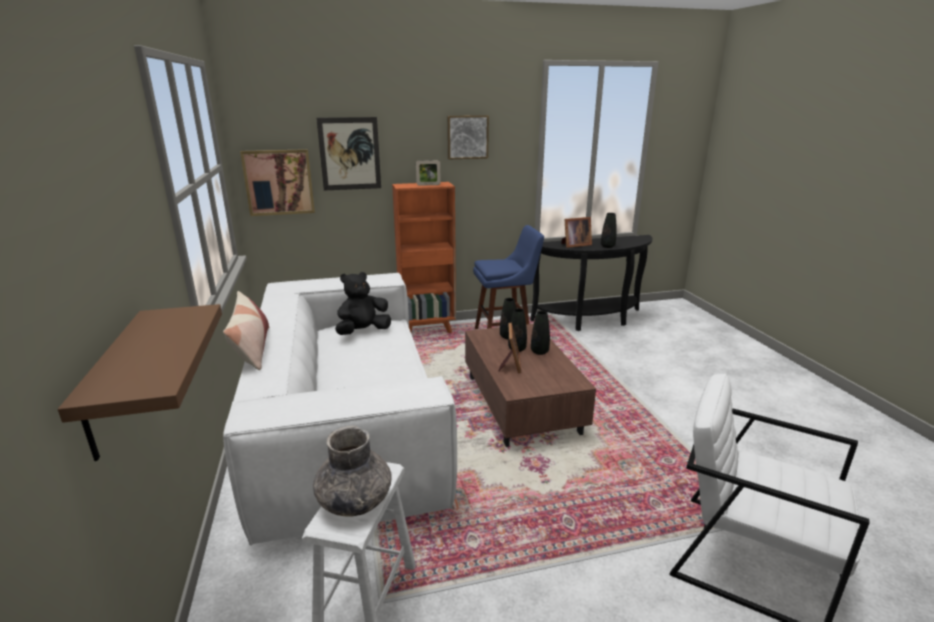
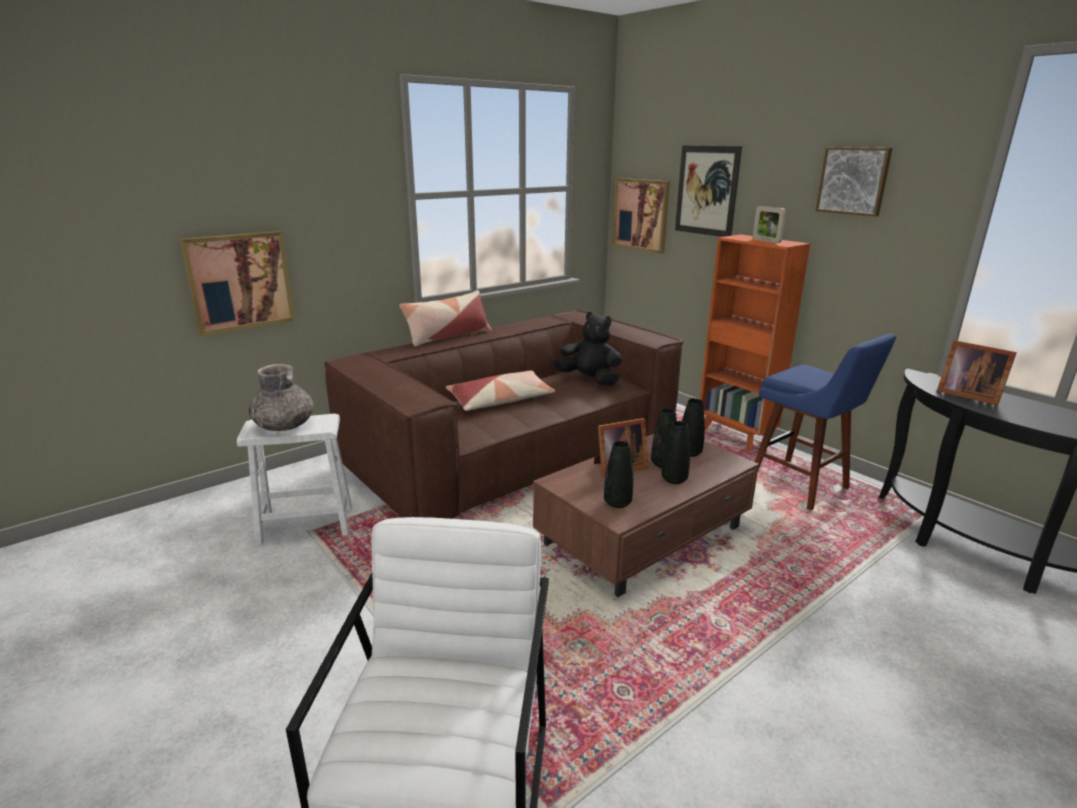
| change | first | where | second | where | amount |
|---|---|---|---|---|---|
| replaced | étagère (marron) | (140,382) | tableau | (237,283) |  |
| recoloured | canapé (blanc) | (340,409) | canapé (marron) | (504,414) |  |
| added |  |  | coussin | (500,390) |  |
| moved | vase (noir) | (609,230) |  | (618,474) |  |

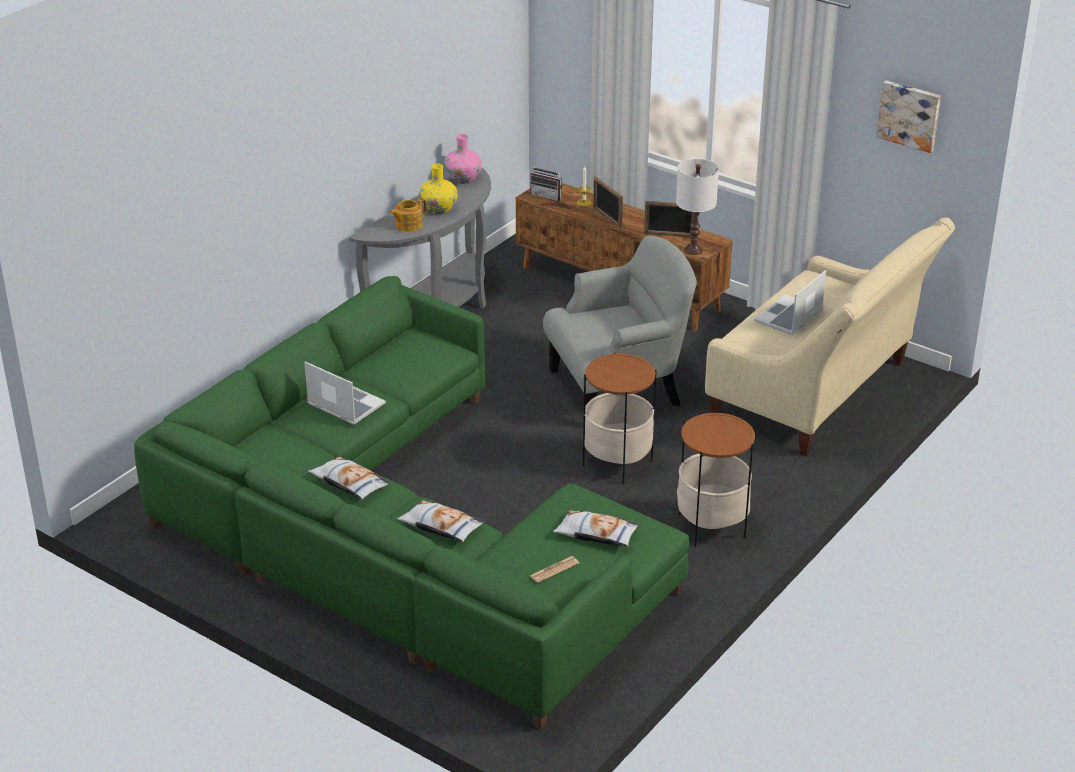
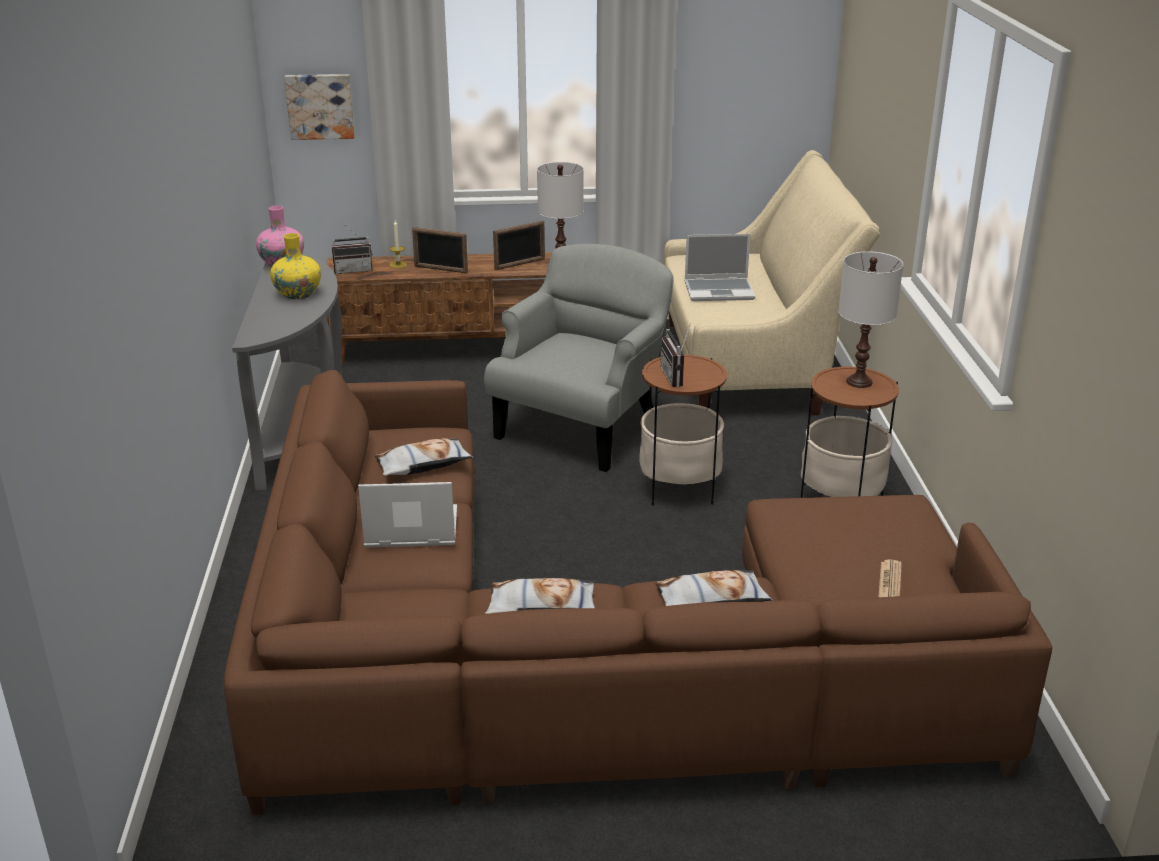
| change | first | where | second | where | amount |
|---|---|---|---|---|---|
| recoloured | canapé (vert) | (411,503) | canapé (marron) | (638,592) |  |
| moved | tableau | (908,116) |  | (319,107) |  |
| moved | coussin | (596,528) |  | (423,457) |  |
| added |  |  | radio | (676,355) |  |
| turned | ordinateur portable | (790,302) |  | (720,267) | 90 degrees counterclockwise |
| added |  |  | lampe de table (blanc) | (870,319) |  |
| removed | théière | (408,215) |  |  |  |

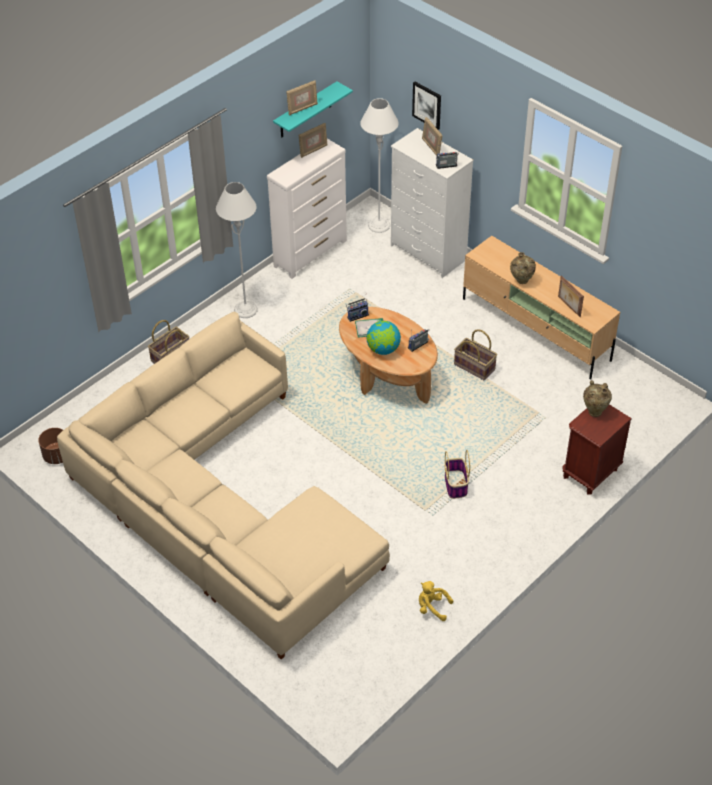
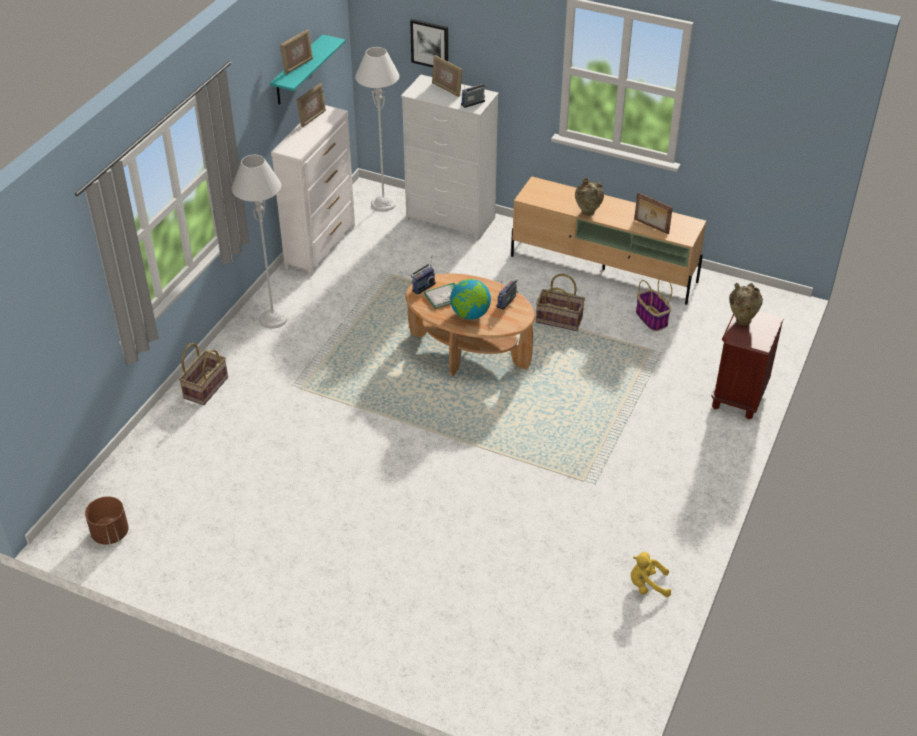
| change | first | where | second | where | amount |
|---|---|---|---|---|---|
| moved | panier | (457,474) |  | (654,302) |  |
| removed | canapé (beige) | (223,486) |  |  |  |

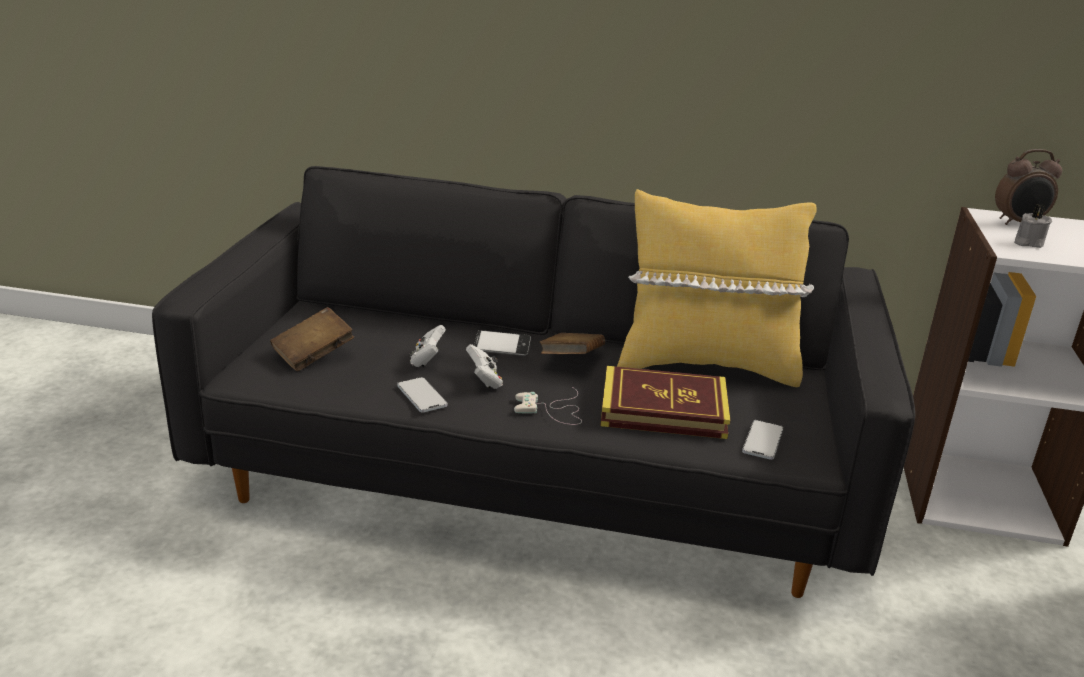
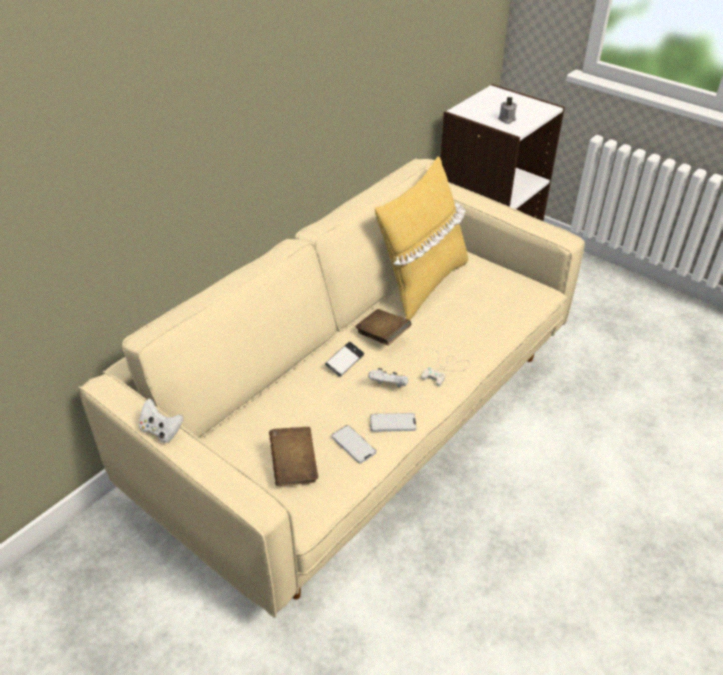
| change | first | where | second | where | amount |
|---|---|---|---|---|---|
| recoloured | canapé (noir) | (533,382) | canapé (beige) | (331,388) |  |
| moved | manette (blanc) | (427,346) |  | (161,421) |  |
| moved | téléphone | (762,440) |  | (353,444) |  |
| removed | livre | (665,402) |  |  |  |
| removed | réveil | (1028,187) |  |  |  |

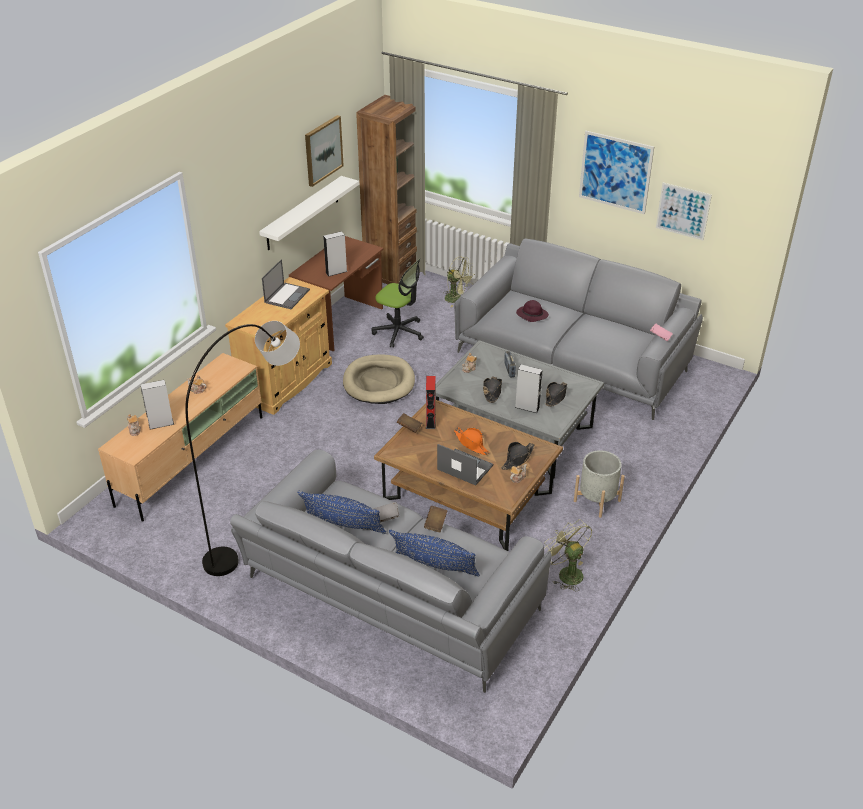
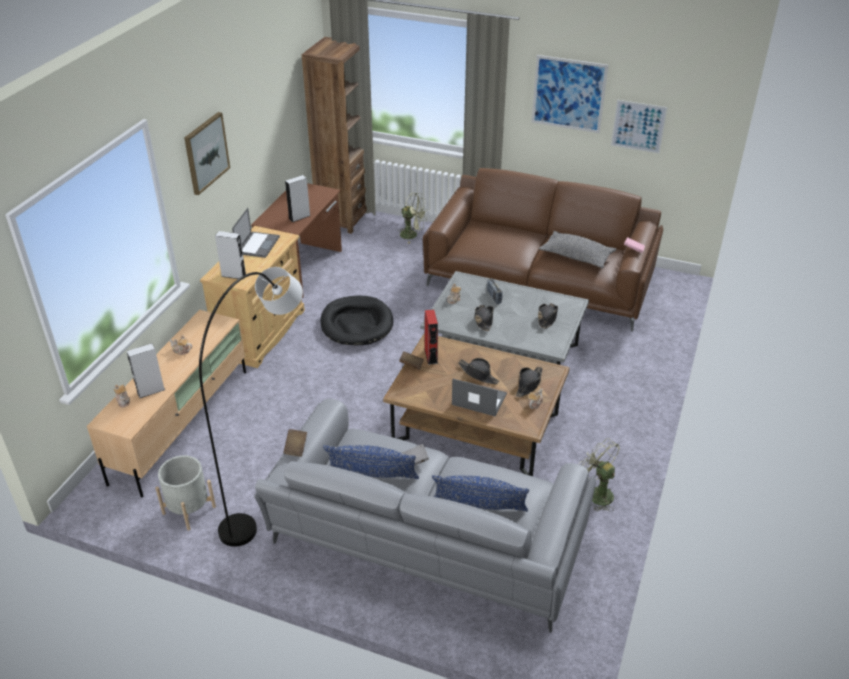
| change | first | where | second | where | amount |
|---|---|---|---|---|---|
| moved | cache-pot (gris) | (599,484) |  | (185,493) |  |
| moved | tableau | (324,151) |  | (207,153) |  |
| moved | enceinte (gris) | (528,389) |  | (230,255) |  |
| moved | livre (marron) | (436,519) |  | (295,443) |  |
| recoloured | panier pour chien (beige) | (379,379) | panier pour chien (noir) | (356,320) |  |
| recoloured | canapé (gris) | (578,329) | canapé (marron) | (543,250) |  |
| recoloured | chapeau (orange) | (471,441) | chapeau (noir) | (478,371) |  |
| added |  |  | coussin (gris) | (577,249) |  |
| removed | étagère (blanc) | (309,213) |  |  |  |
| removed | chaise de bureau | (398,303) |  |  |  |
| removed | chapeau (violet) | (532,311) |  |  |  |

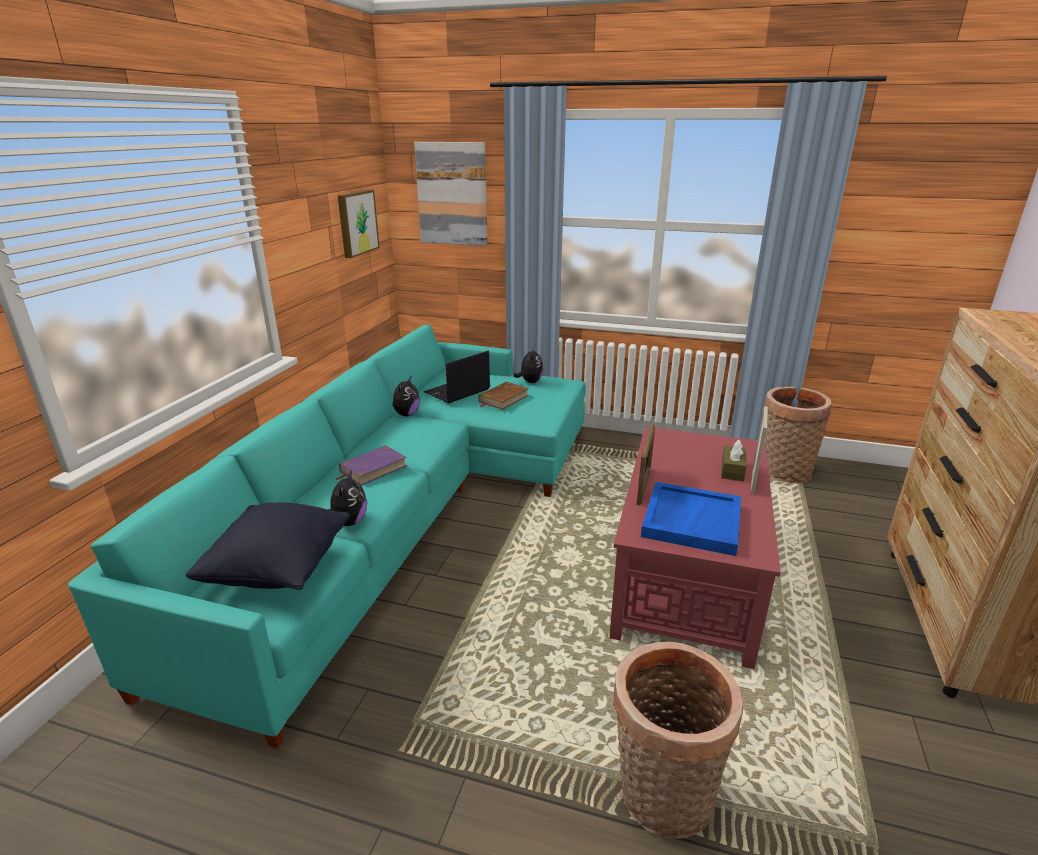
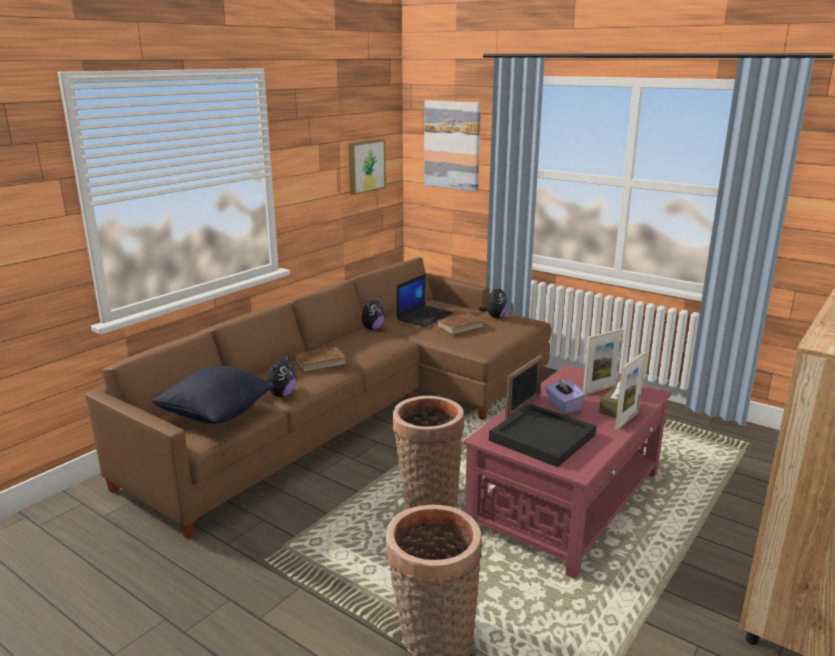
| change | first | where | second | where | amount |
|---|---|---|---|---|---|
| recoloured | canapé (turquoise) | (327,537) | canapé (marron) | (319,398) |  |
| recoloured | livre (violet) | (371,465) | livre (marron) | (319,360) |  |
| moved | panier | (798,434) |  | (428,452) |  |
| turned | ordinateur portable | (456,376) |  | (425,300) | 150 degrees clockwise |
| recoloured | plateau (bleu) | (691,519) | plateau (noir) | (542,435) |  |
| added |  |  | boîte à mouchoirs (violet) | (565,395) |  |
| added |  |  | cadre photo | (603,361) |  |

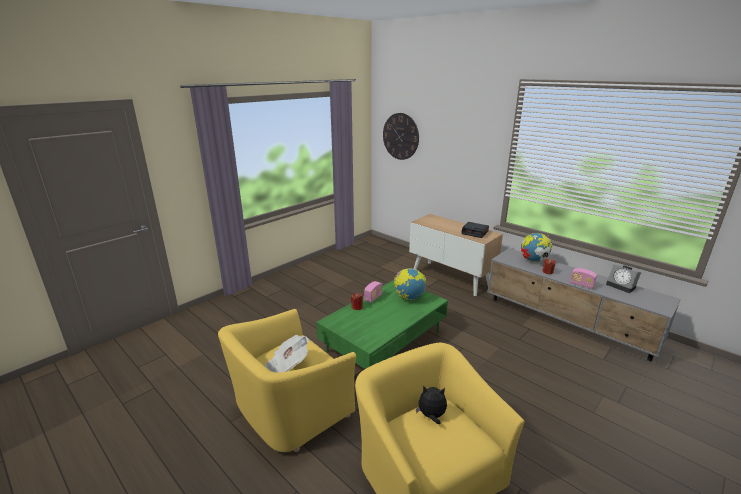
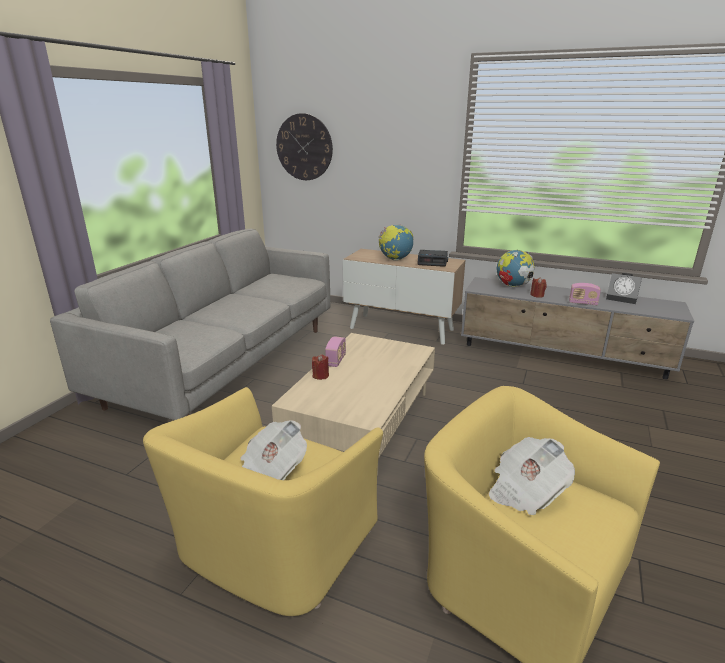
| change | first | where | second | where | amount |
|---|---|---|---|---|---|
| added |  |  | canapé (gris) | (190,324) |  |
| recoloured | table basse (vert) | (382,324) | table basse (beige) | (353,404) |  |
| moved | globe | (410,284) |  | (395,243) |  |
| replaced | peluche | (431,405) | journal | (532,476) |  |

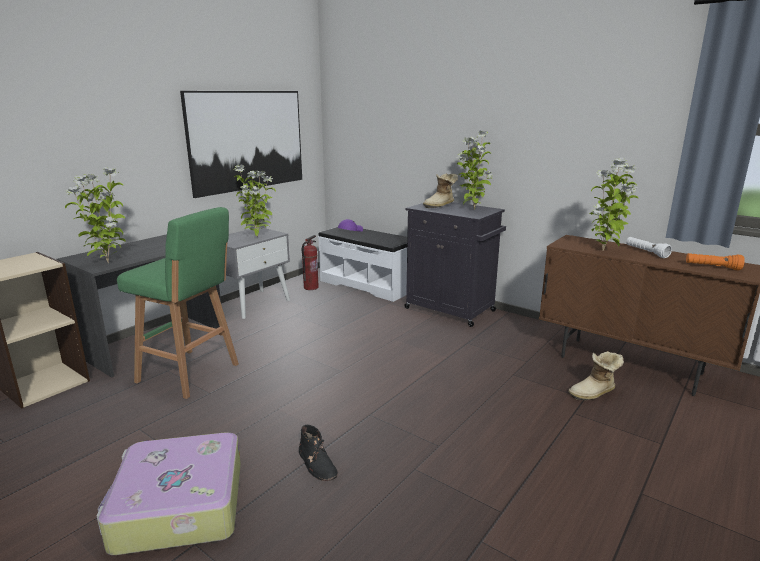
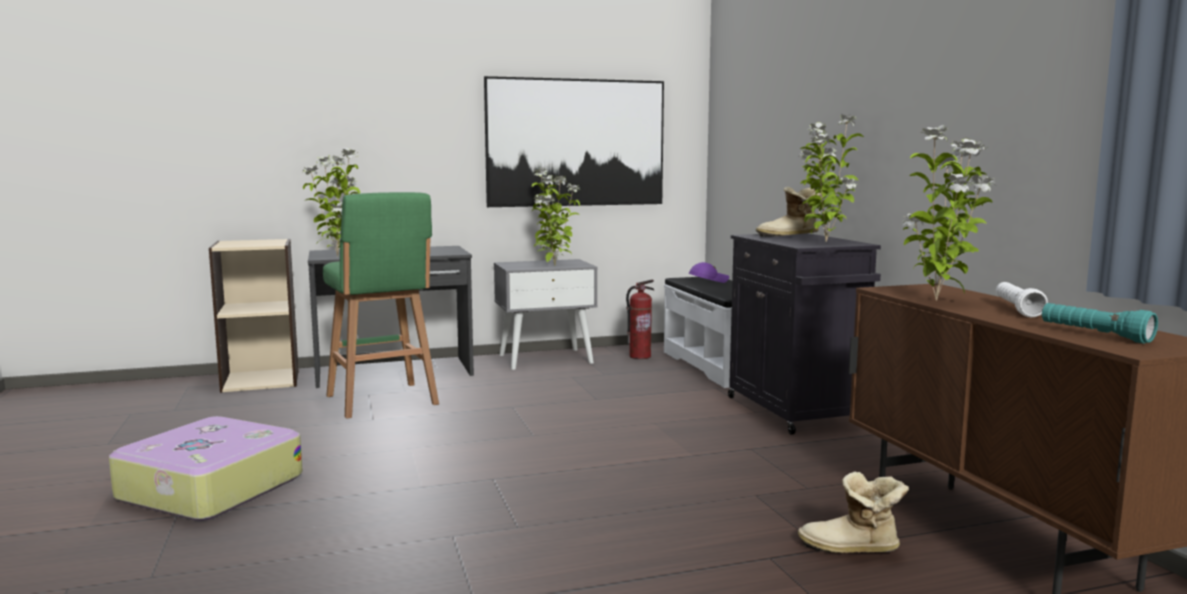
| change | first | where | second | where | amount |
|---|---|---|---|---|---|
| recoloured | lampe de poche (orange) | (715,261) | lampe de poche (turquoise) | (1100,323) |  |
| removed | botte (noir) | (318,453) |  |  |  |

